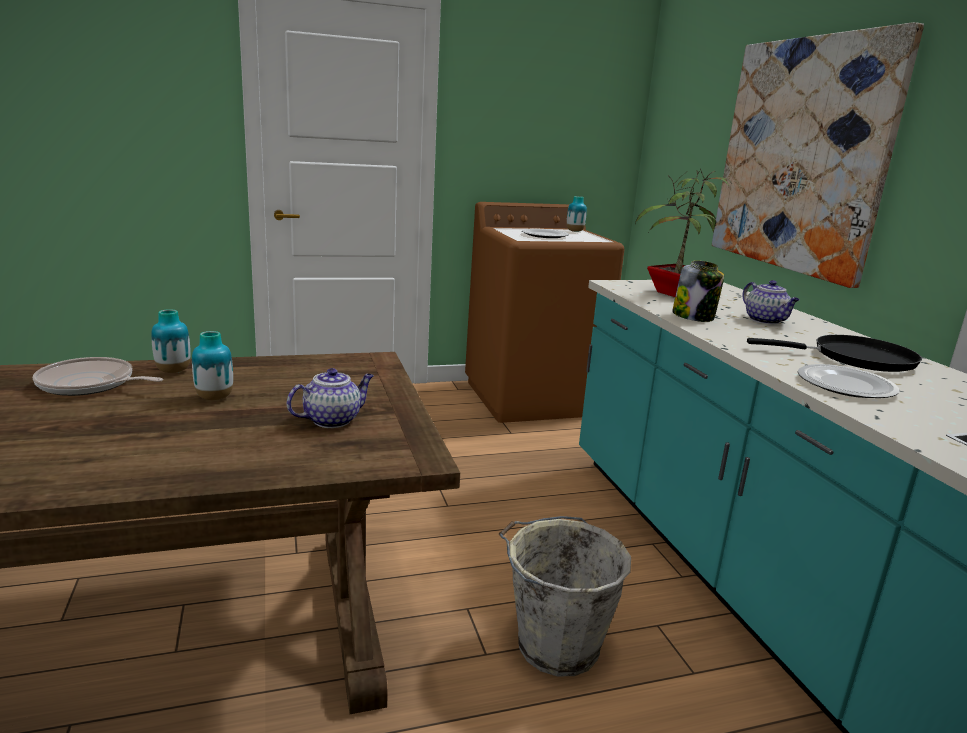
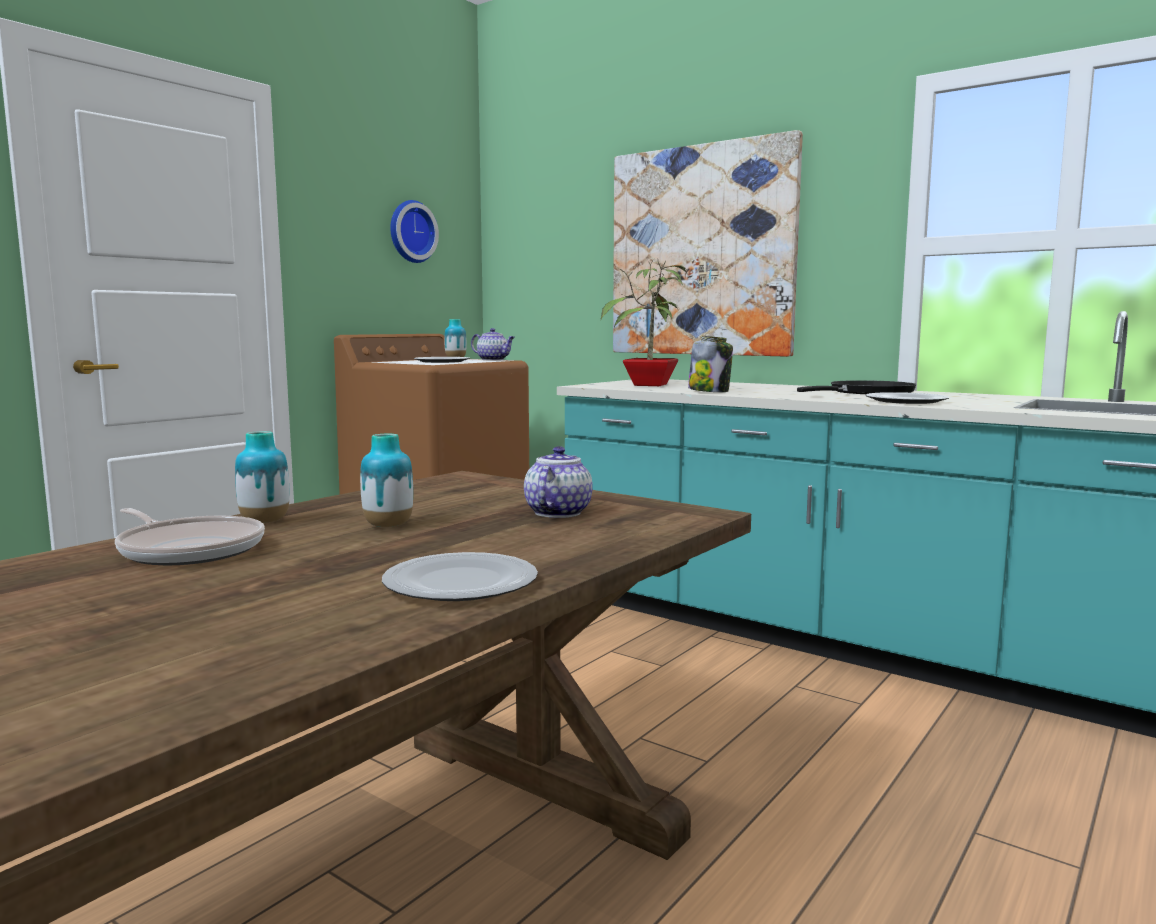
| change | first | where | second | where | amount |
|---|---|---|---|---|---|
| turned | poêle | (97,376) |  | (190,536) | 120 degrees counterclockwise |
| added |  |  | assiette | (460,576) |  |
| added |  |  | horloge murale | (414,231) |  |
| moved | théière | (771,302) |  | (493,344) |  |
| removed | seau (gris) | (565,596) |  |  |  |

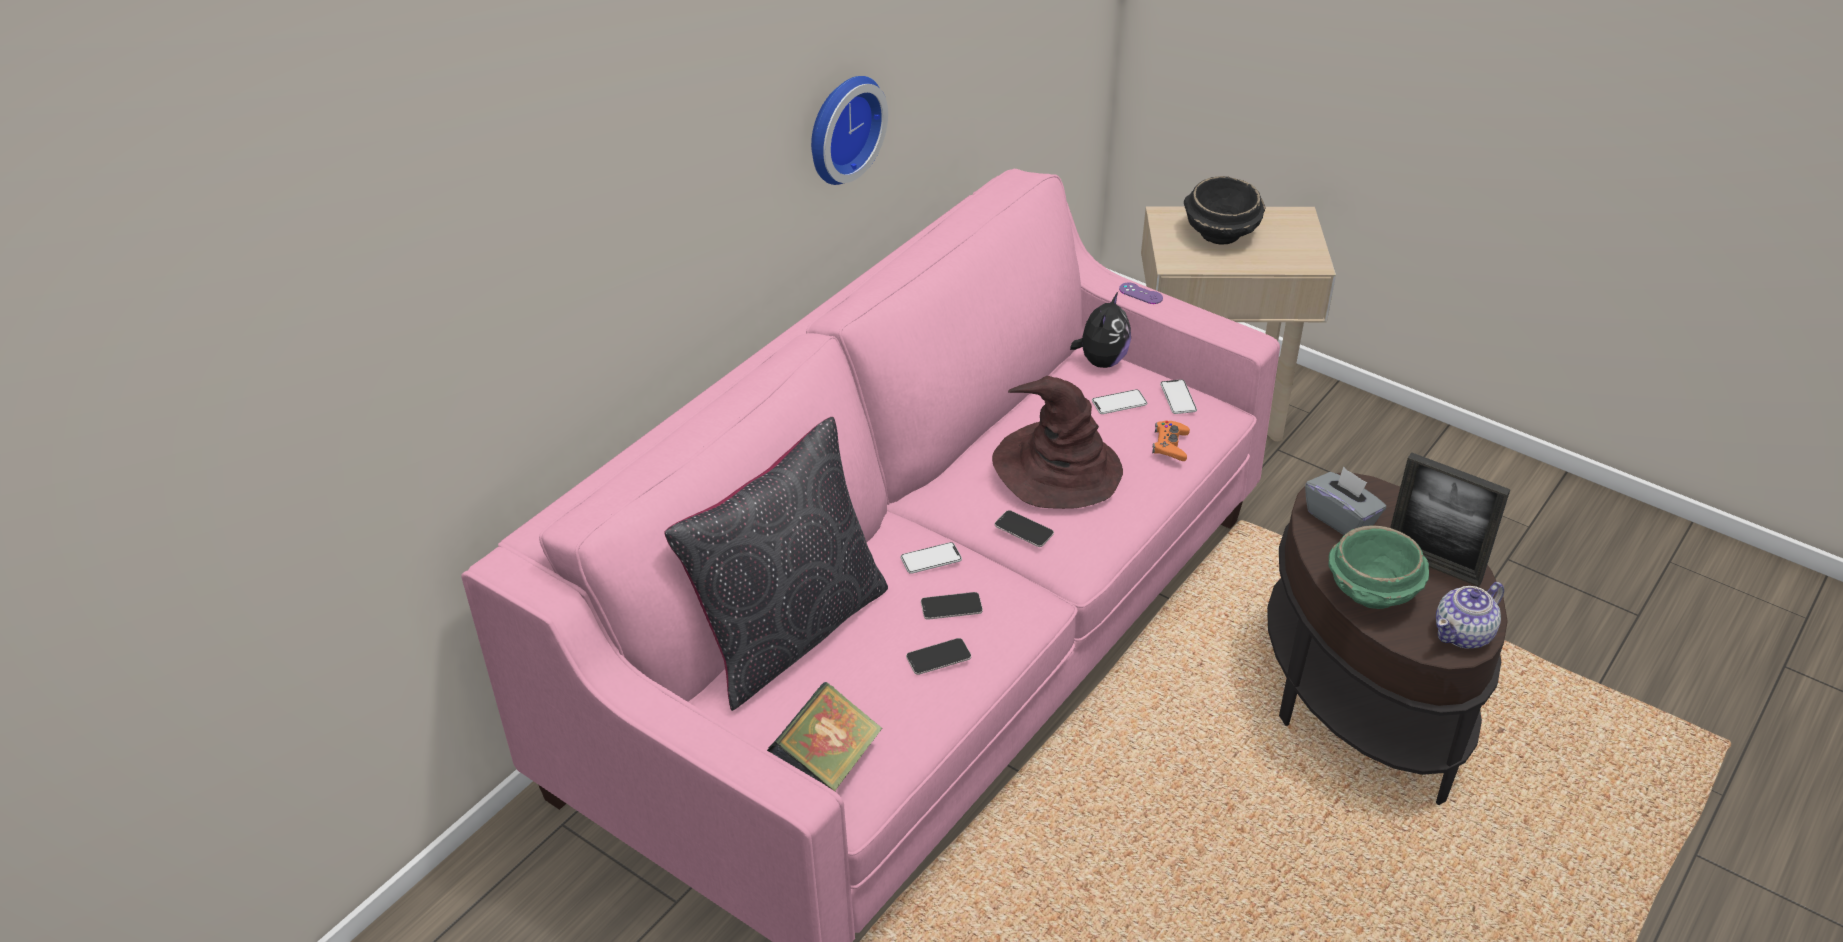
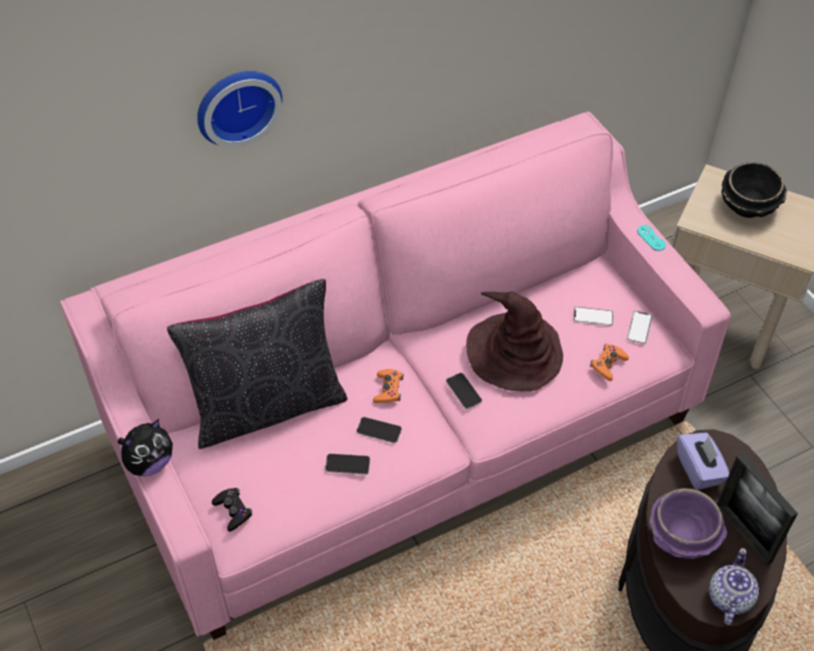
| change | first | where | second | where | amount |
|---|---|---|---|---|---|
| moved | peluche | (1100,330) |  | (145,447) |  |
| moved | horloge murale | (849,130) |  | (239,109) |  |
| replaced | livre | (824,736) | manette (noir) | (232,510) |  |
| replaced | téléphone | (931,558) | manette (orange) | (388,386) |  |
| recoloured | manette (violet) | (1141,293) | manette (turquoise) | (651,238) |  |
| recoloured | bol (vert) | (1378,567) | bol (violet) | (688,523) |  |
| recoloured | boîte à mouchoirs (gris) | (1345,500) | boîte à mouchoirs (violet) | (703,461) |  |
| turned | théière | (1470,615) |  | (734,586) | 120 degrees clockwise |

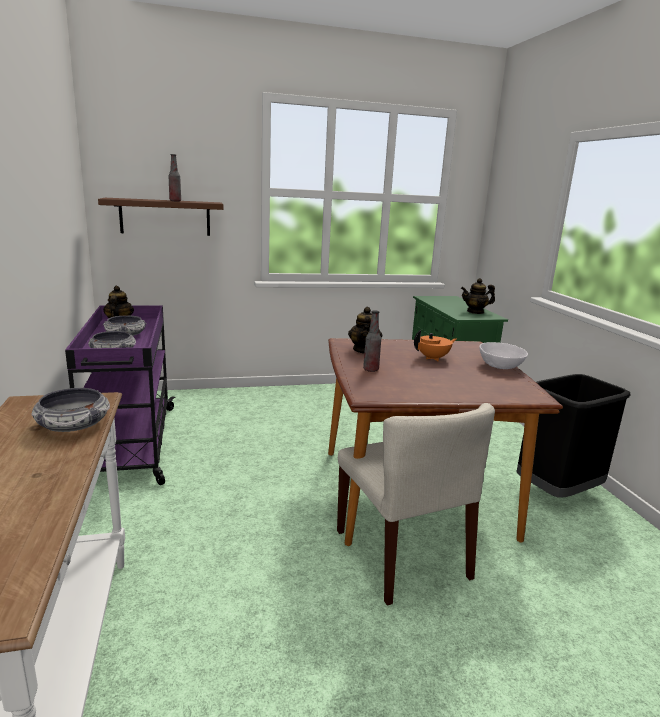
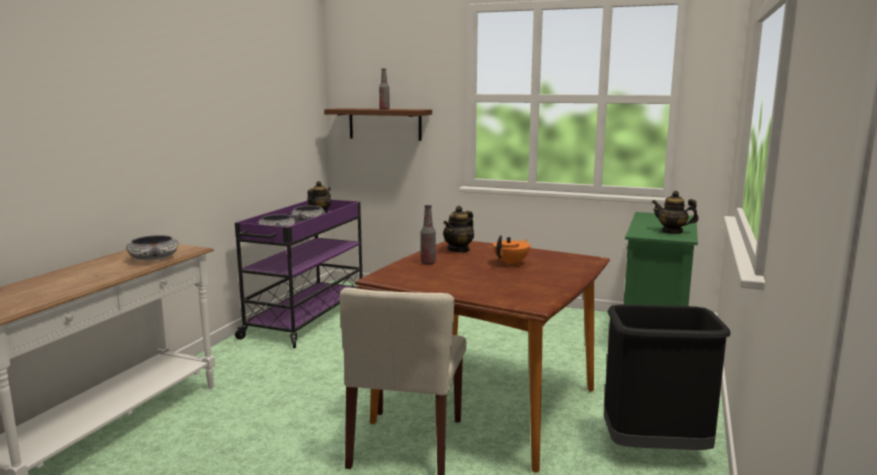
| change | first | where | second | where | amount |
|---|---|---|---|---|---|
| turned | théière (orange) | (435,345) |  | (511,250) | 60 degrees counterclockwise |
| removed | bol (blanc) | (503,355) |  |  |  |

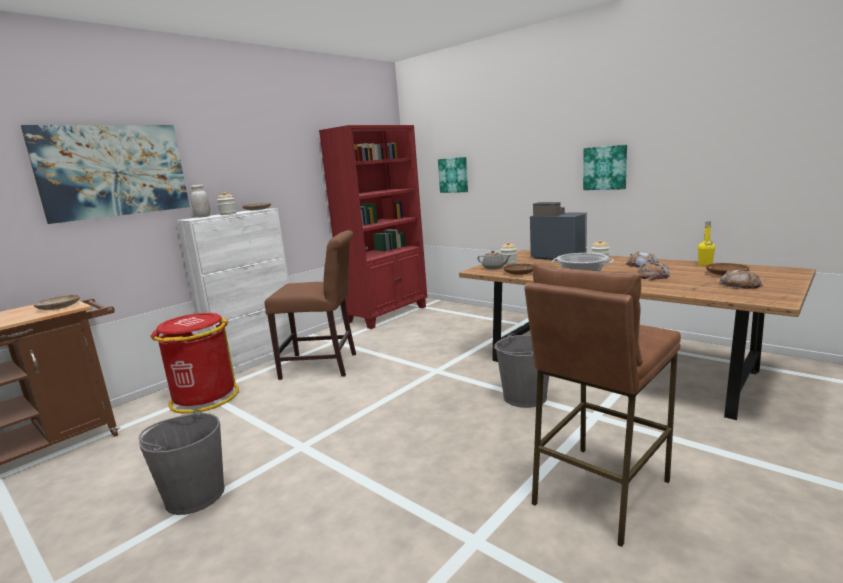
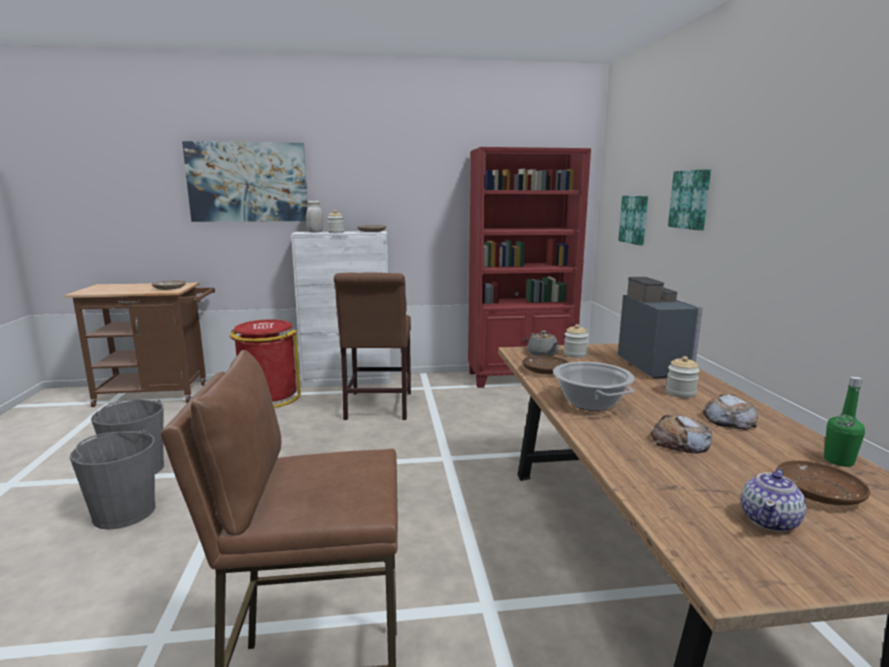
| change | first | where | second | where | amount |
|---|---|---|---|---|---|
| moved | seau (gris) | (521,370) |  | (112,479) |  |
| turned | chaise (marron) | (310,305) |  | (372,346) | 45 degrees clockwise |
| moved | tableau | (605,167) |  | (689,199) |  |
| replaced | pain | (741,279) | théière | (773,500) |  |
| recoloured | bouteille (jaune) | (706,243) | bouteille (vert) | (844,421) |  |

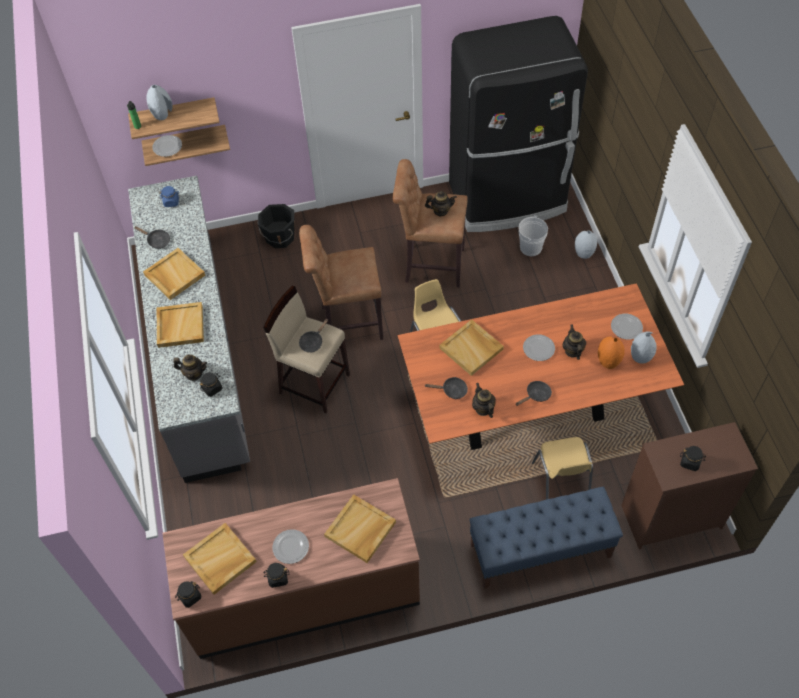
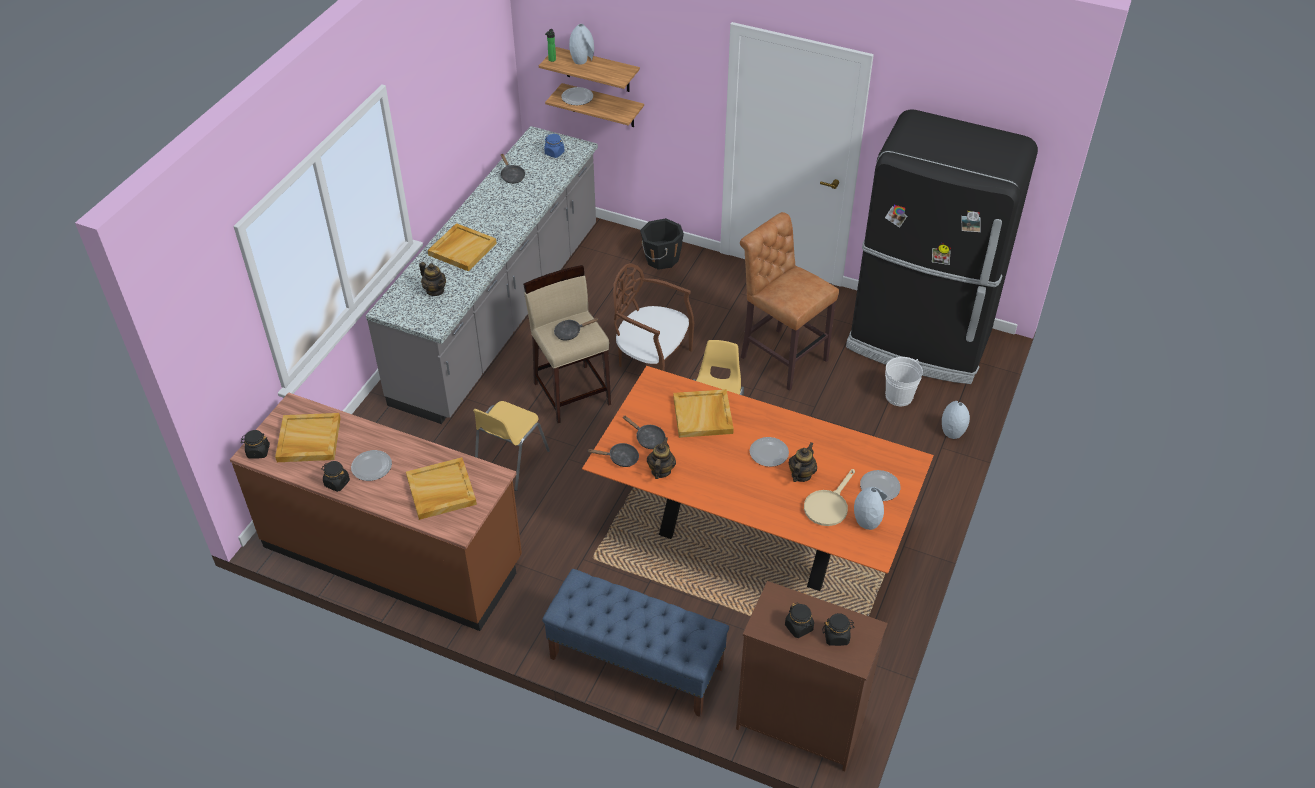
| change | first | where | second | where | amount |
|---|---|---|---|---|---|
| moved | chaise (jaune) | (562,468) |  | (511,446) |  |
| moved | poêle (noir) | (533,393) |  | (613,455) |  |
| replaced | tabouret (marron) | (341,282) | chaise (marron) | (653,317) |  |
| replaced | vase (orange) | (611,352) | poêle (beige) | (829,497) |  |
| moved | bocal (noir) | (211,384) |  | (838,629) |  |
| removed | plateau (beige) | (174,274) |  |  |  |
| removed | théière | (441,203) |  |  |  |

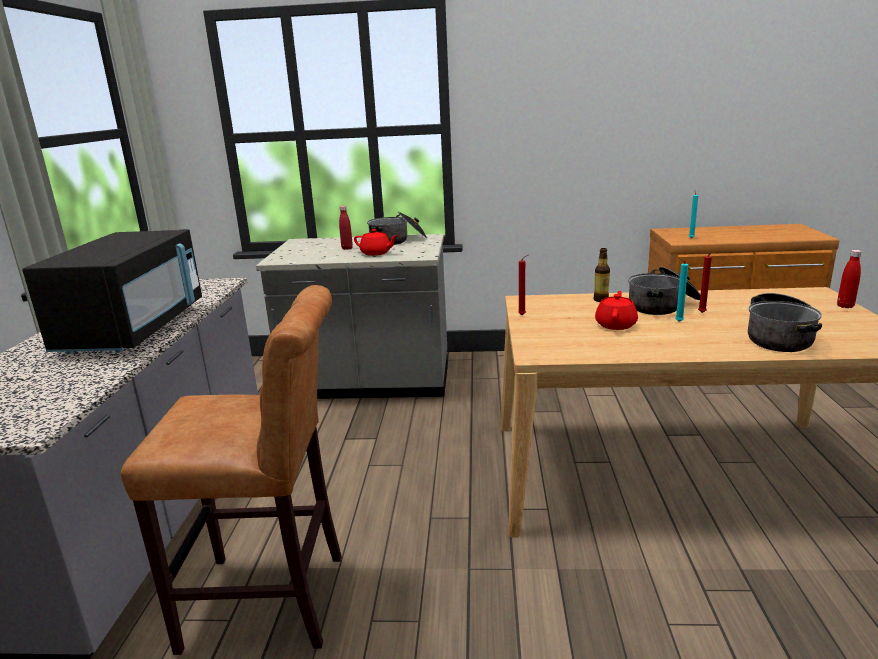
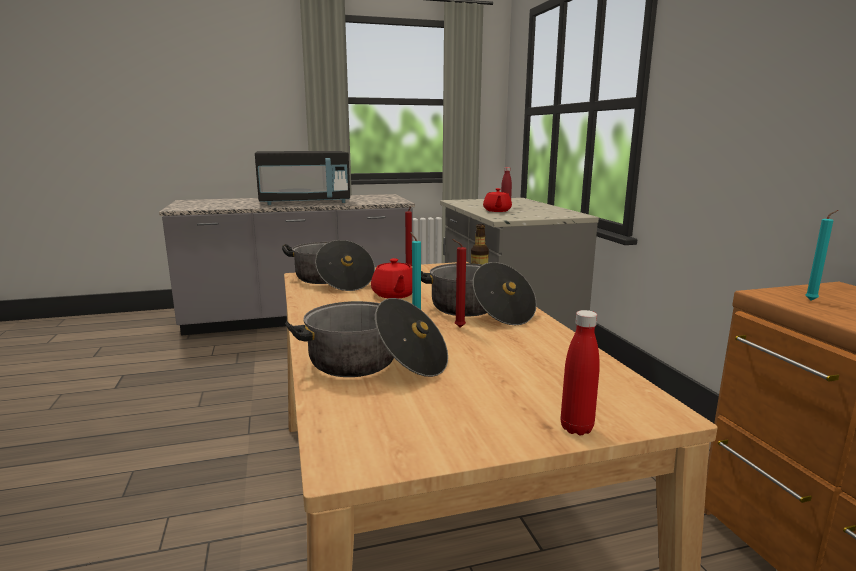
| change | first | where | second | where | amount |
|---|---|---|---|---|---|
| moved | marmite | (397,228) |  | (328,265) |  |
| turned | théière (rouge) | (616,310) |  | (391,278) | 75 degrees clockwise |
| removed | tabouret (marron) | (231,470) |  |  |  |

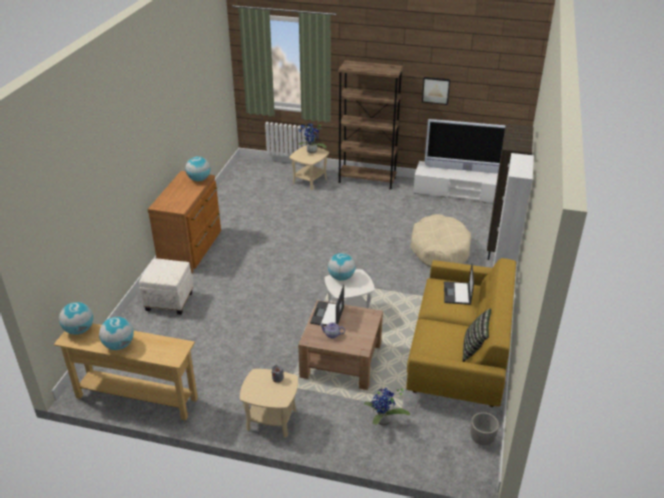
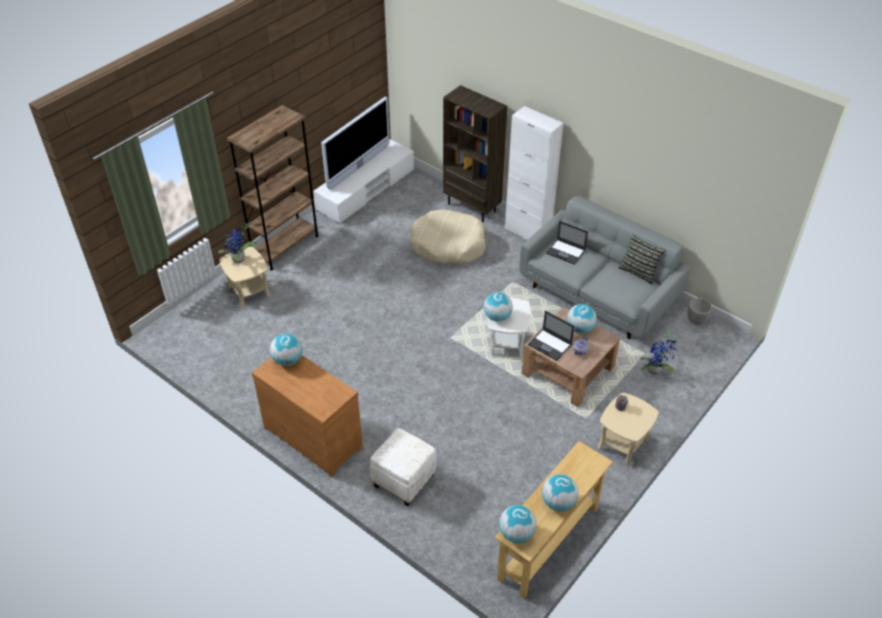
| change | first | where | second | where | amount |
|---|---|---|---|---|---|
| recoloured | canapé (jaune) | (461,332) | canapé (gris) | (604,267) |  |
| added |  |  | globe | (582,318) |  |
| removed | tableau | (436,91) |  |  |  |

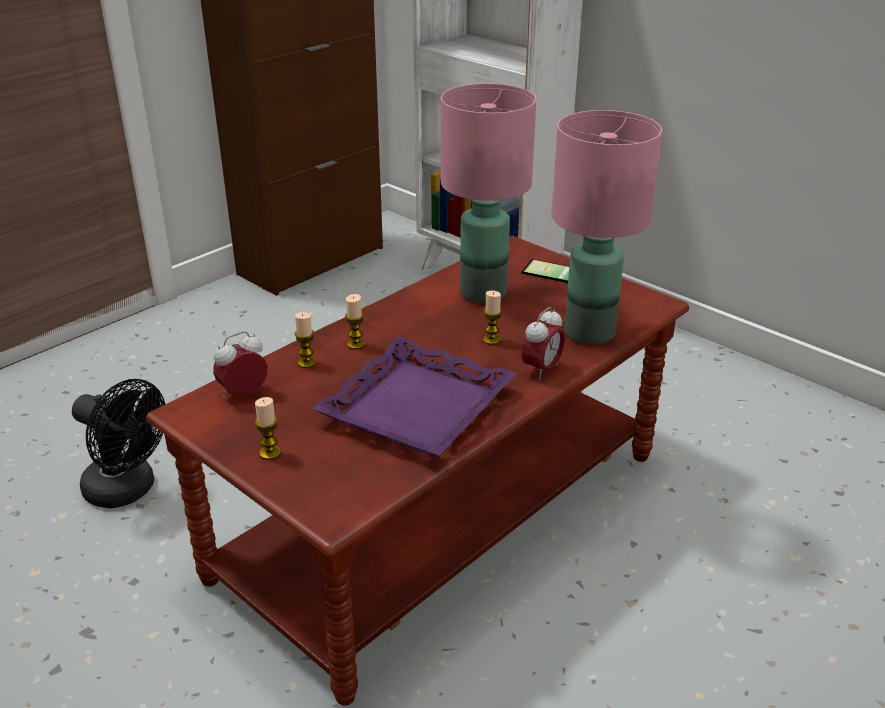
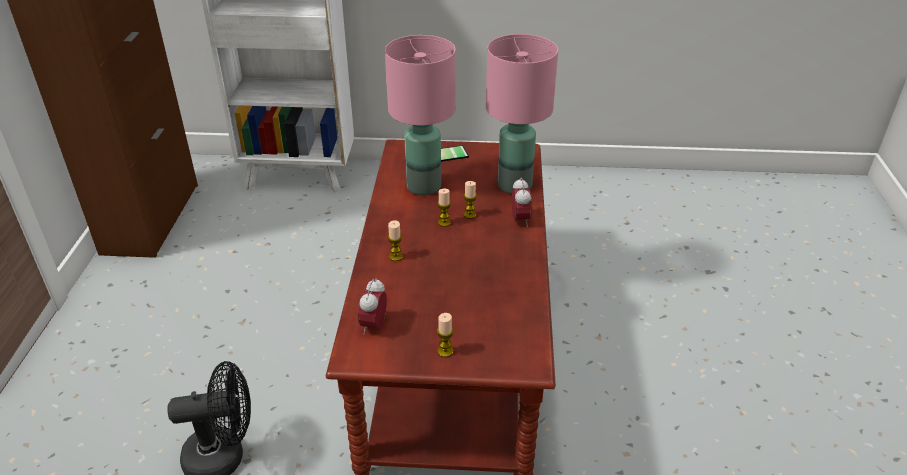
| change | first | where | second | where | amount |
|---|---|---|---|---|---|
| moved | bougie | (306,340) |  | (444,208) |  |
| removed | plateau (violet) | (414,396) |  |  |  |

